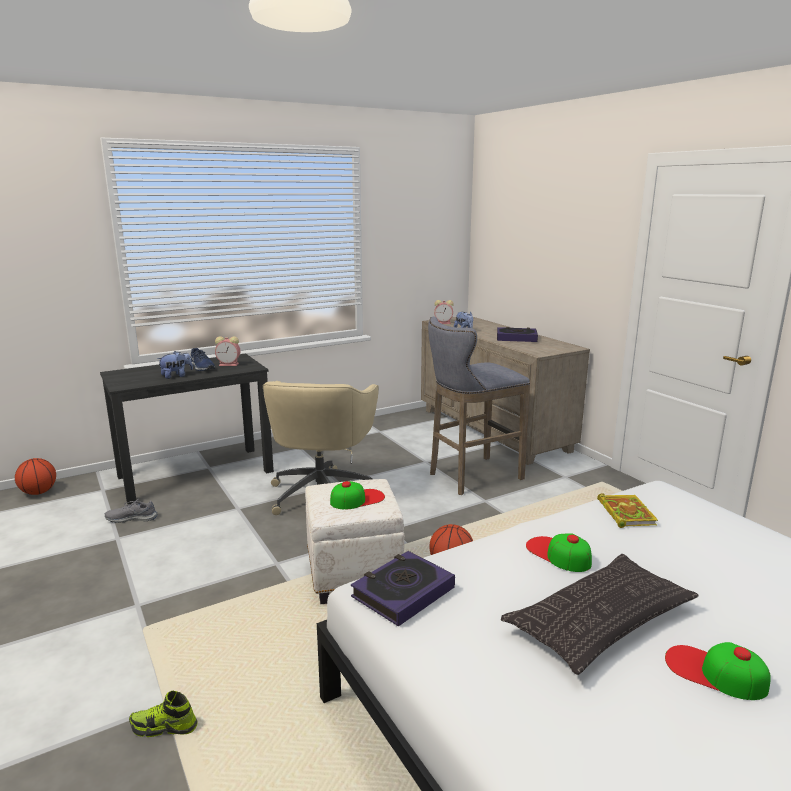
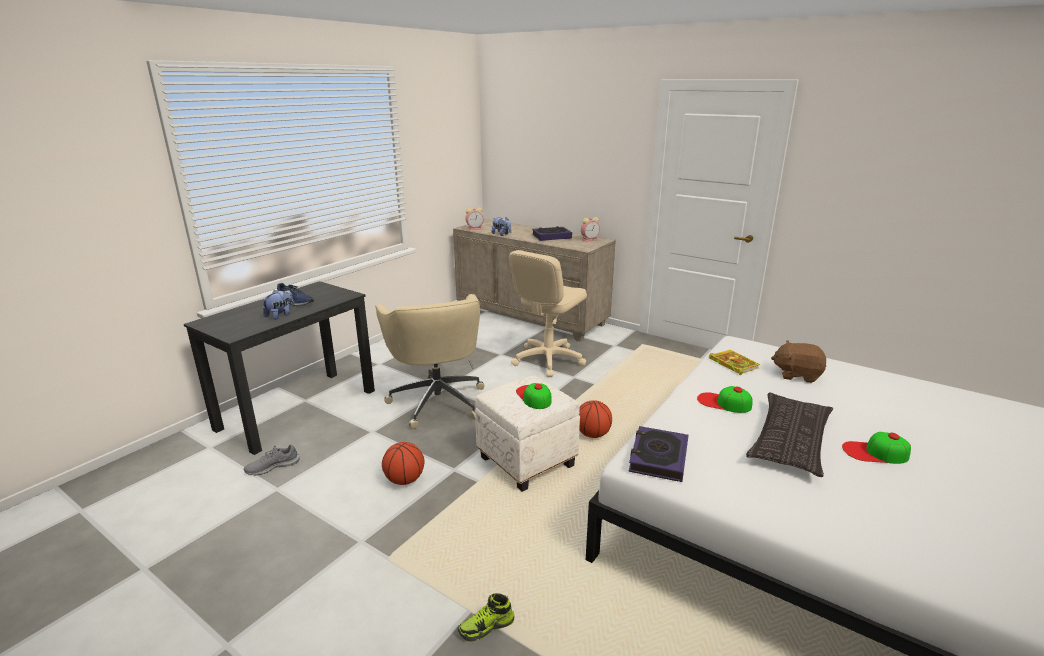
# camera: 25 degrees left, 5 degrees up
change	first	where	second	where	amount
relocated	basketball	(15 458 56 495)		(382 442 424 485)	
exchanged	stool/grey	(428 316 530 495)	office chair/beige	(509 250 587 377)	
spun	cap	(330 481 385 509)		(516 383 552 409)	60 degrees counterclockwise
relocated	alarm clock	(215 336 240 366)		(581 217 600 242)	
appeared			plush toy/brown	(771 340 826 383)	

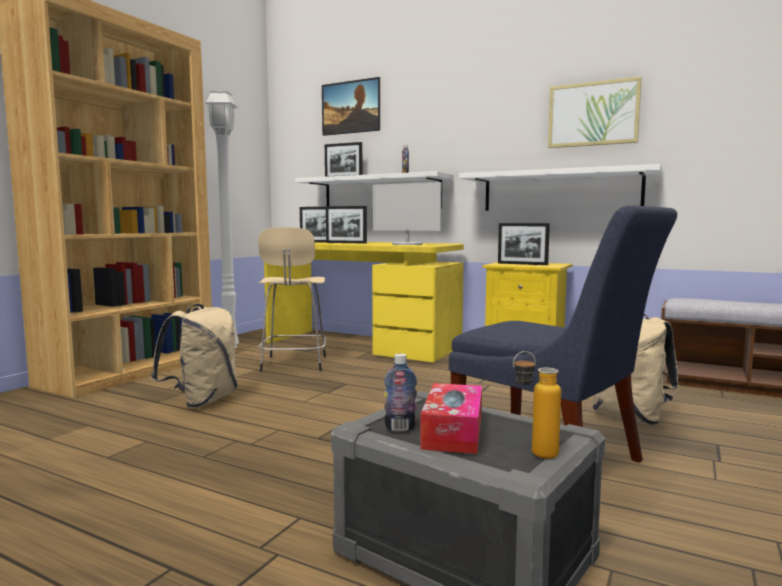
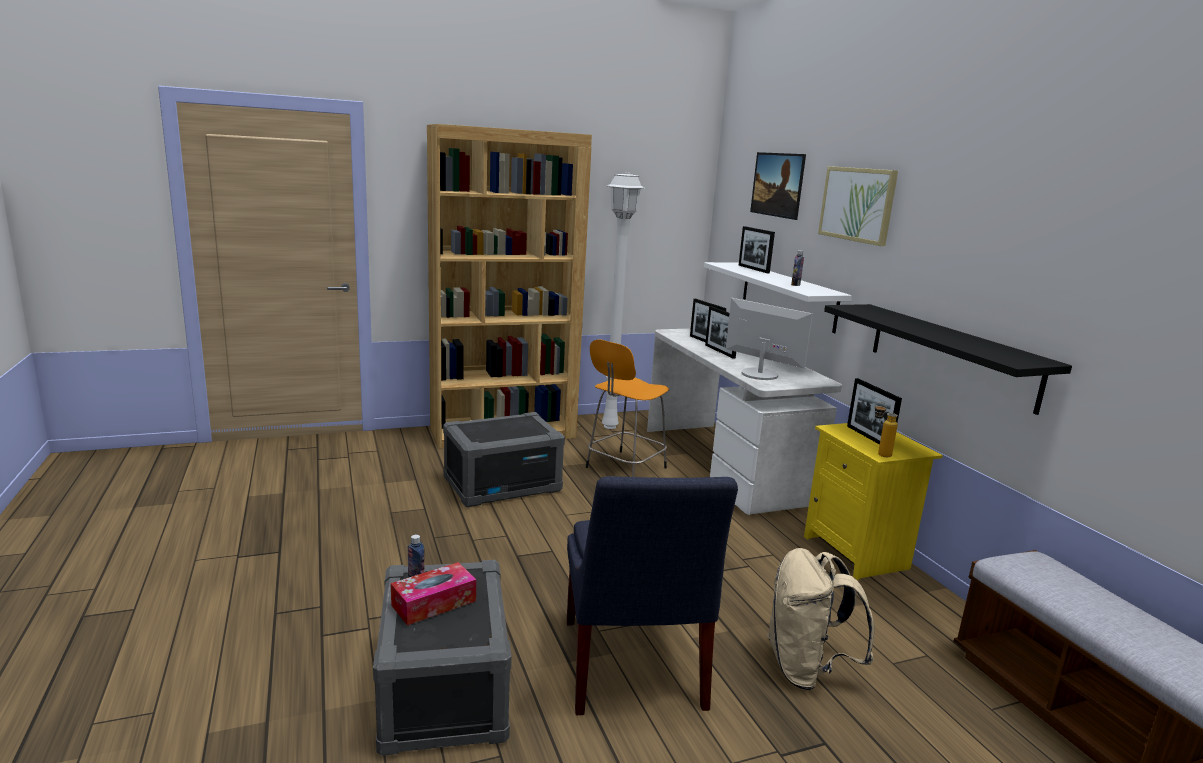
# camera: 40 degrees right, 10 degrees up
change	first	where	second	where	amount
exchanged	backpack/beige	(151 304 237 408)	storage box/grey	(443 412 565 507)	
colour	stool/beige	(258 227 326 372)	stool/orange	(586 339 669 477)	
colour	desk/yellow	(264 242 464 362)	desk/white	(647 328 842 515)	
spun	monitor	(373 182 441 245)		(726 298 813 380)	150 degrees clockwise
relocated	picture	(548 76 642 148)		(818 166 898 246)	
colour	shelf/white	(459 164 663 211)	shelf/black	(824 304 1072 415)	
relocated	bottle	(513 351 561 459)		(875 402 898 457)	

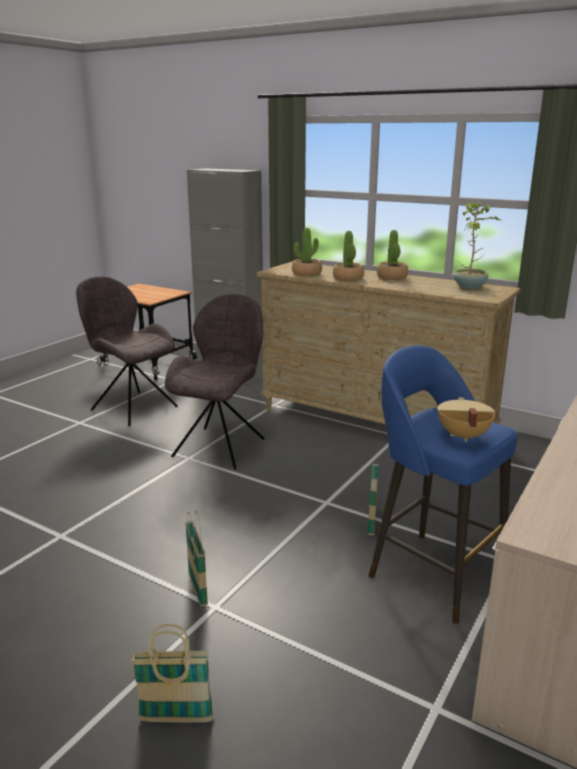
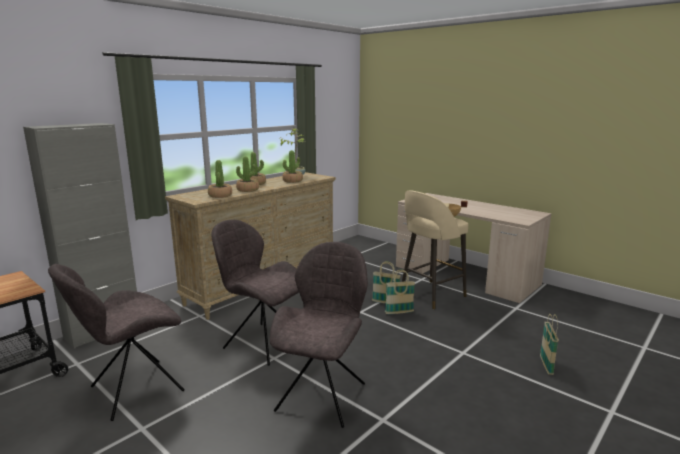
# camera: 80 degrees left, 5 degrees down
change	first	where	second	where	amount
appeared			chair/grey	(270 242 368 428)	
appeared			potted plant	(282 150 303 183)	
relocated	basket	(185 510 208 607)		(385 270 415 314)	
colour	stool/blue	(369 345 517 624)	stool/beige	(402 191 468 309)	

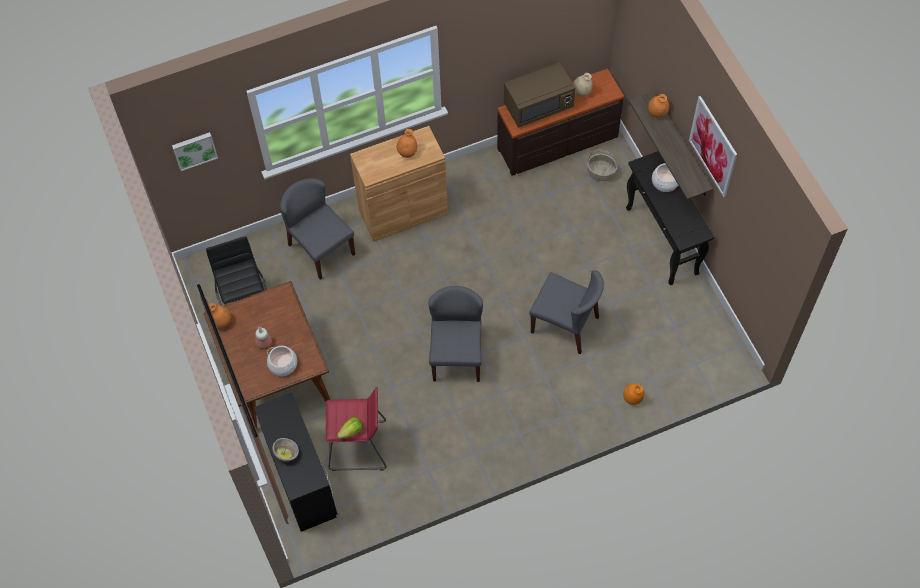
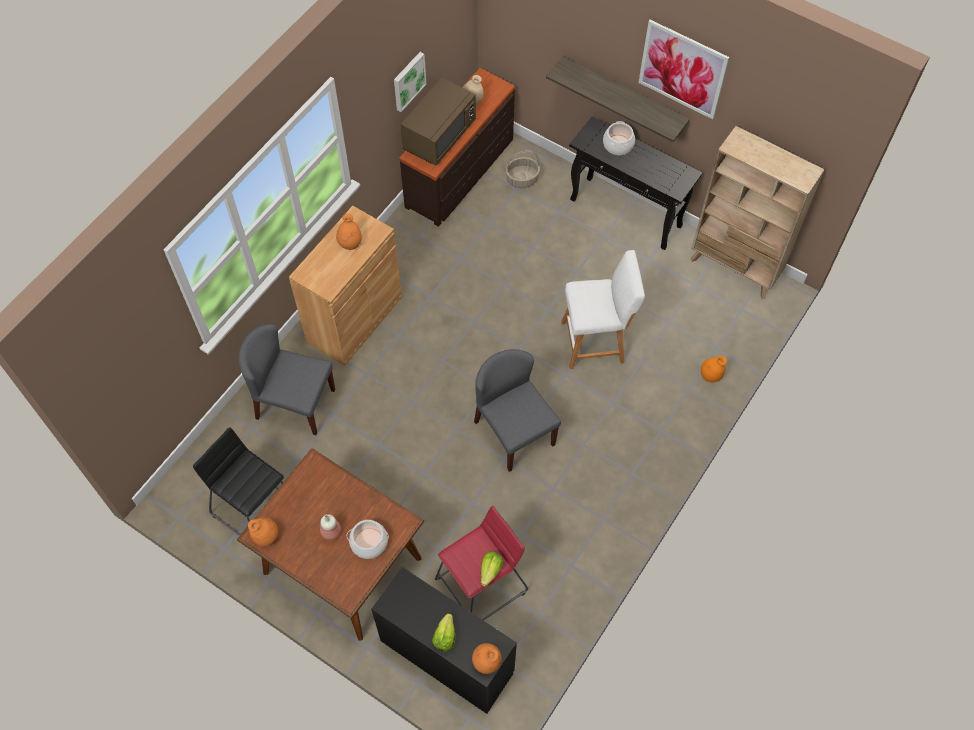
# camera: 35 degrees left, 0 degrees up
change	first	where	second	where	amount
relocated	picture	(172 132 218 171)		(394 52 426 112)	
exchanged	bowl	(272 438 299 462)	lettuce	(432 613 455 652)	
relocated	vase/orange	(648 94 669 118)		(472 643 502 674)	
exchanged	chair/grey	(529 270 604 354)	stool/white	(561 250 645 369)	
appeared			bookcase/beige	(691 126 825 299)	

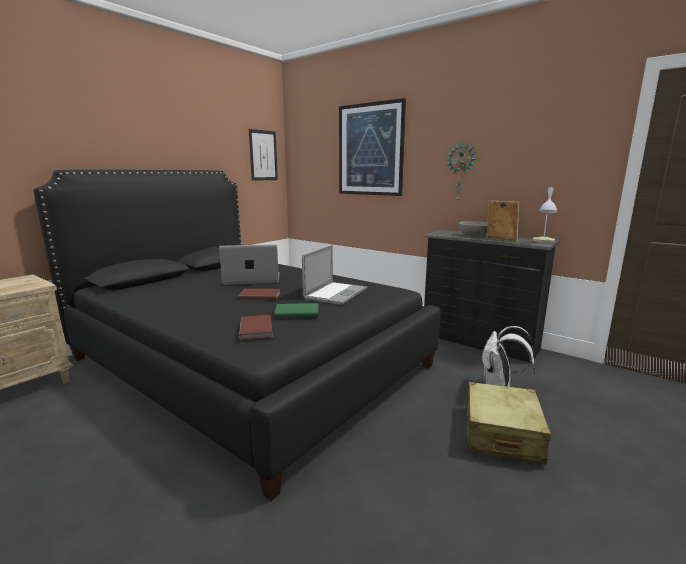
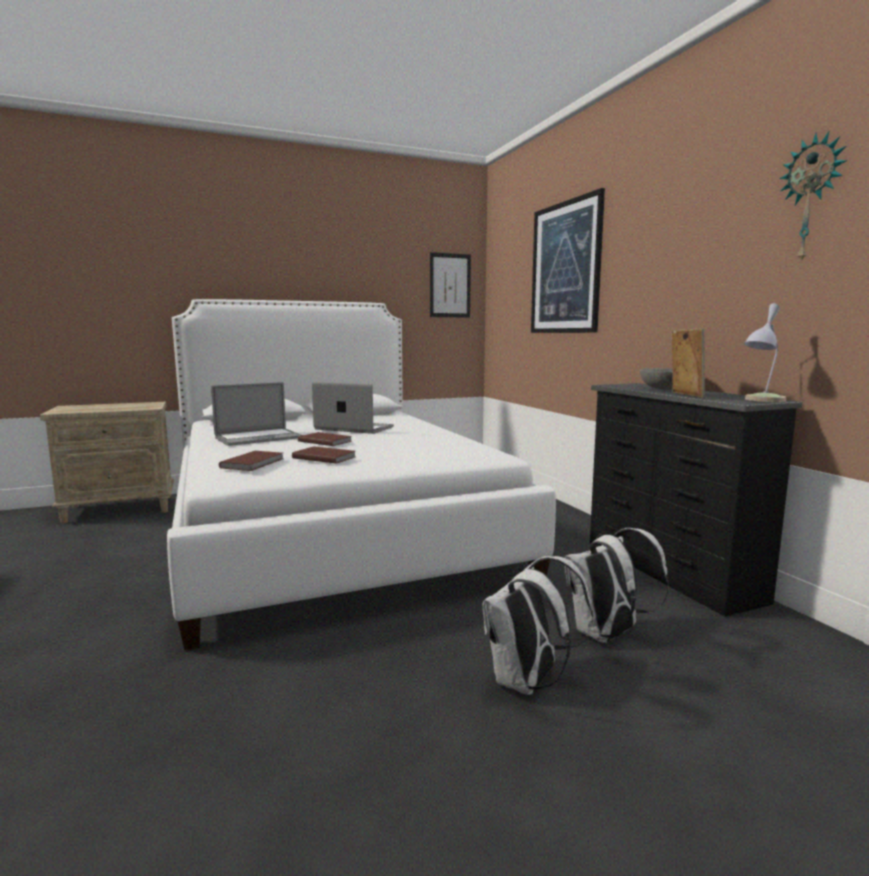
# camera: 30 degrees right, 5 degrees down
change	first	where	second	where	amount
colour	bed/black	(33 170 440 501)	bed/white	(167 299 556 650)	
relocated	laptop	(302 245 367 305)		(211 382 302 446)	
colour	book/green	(274 303 318 318)	book/brown	(292 446 355 464)	
exchanged	suitcase/beige	(465 382 551 465)	backpack/white	(483 556 593 695)	
relocated	wall clock	(446 142 476 201)		(779 132 847 262)	

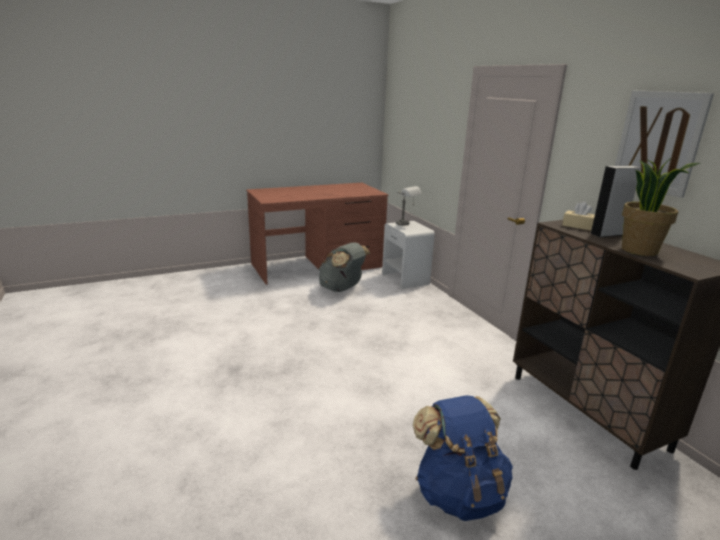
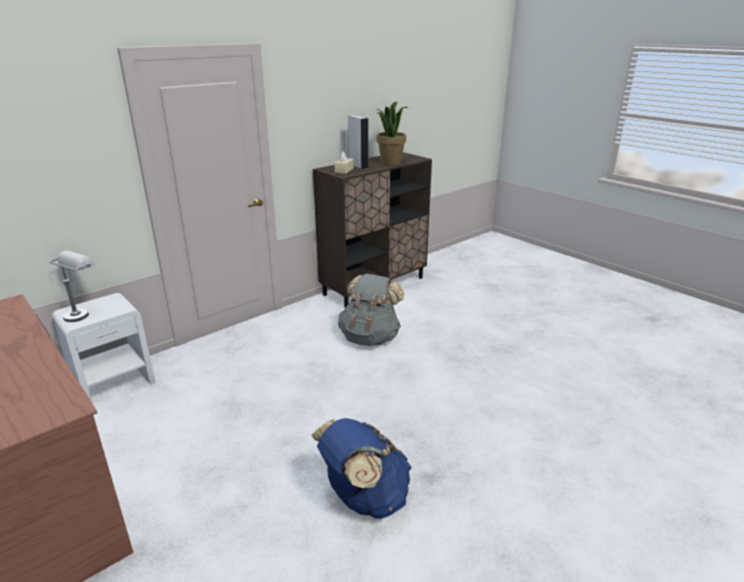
# camera: 105 degrees left, 5 degrees up
change	first	where	second	where	amount
relocated	backpack/blue	(413 395 513 521)		(311 418 412 519)	
relocated	backpack/grey	(319 242 370 292)		(338 274 404 346)	
missing	picture	(615 90 714 198)			

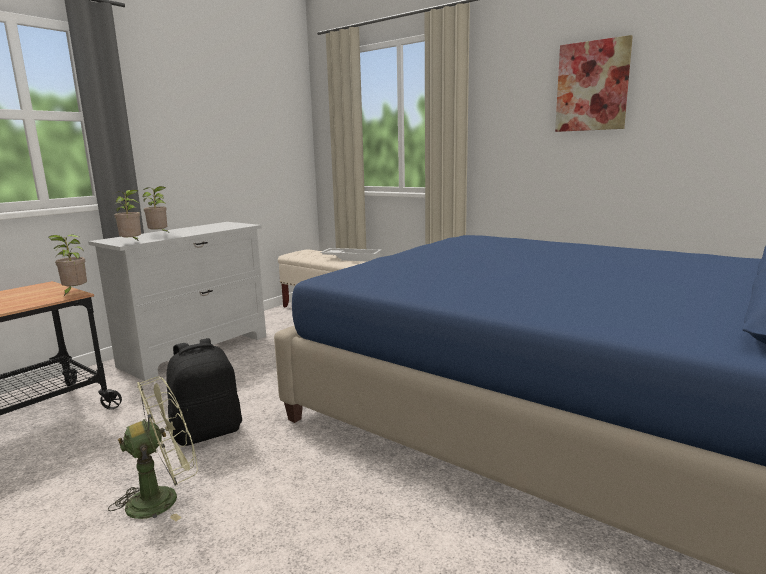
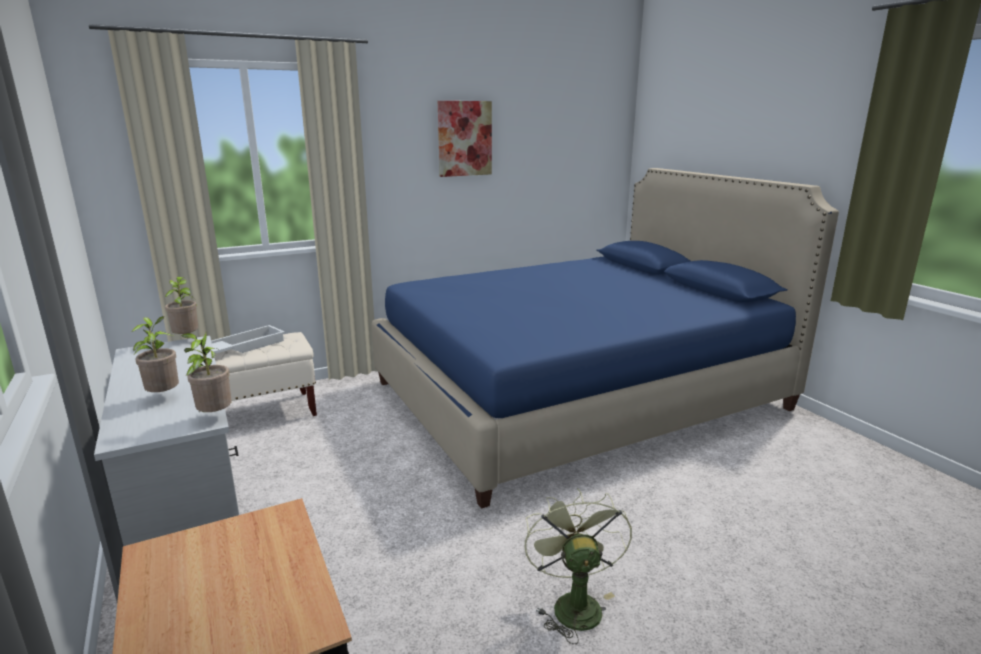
# camera: 65 degrees left, 5 degrees up
change	first	where	second	where	amount
relocated	potted plant	(48 234 87 296)		(165 277 199 339)	
missing	backpack/black	(166 338 242 446)			

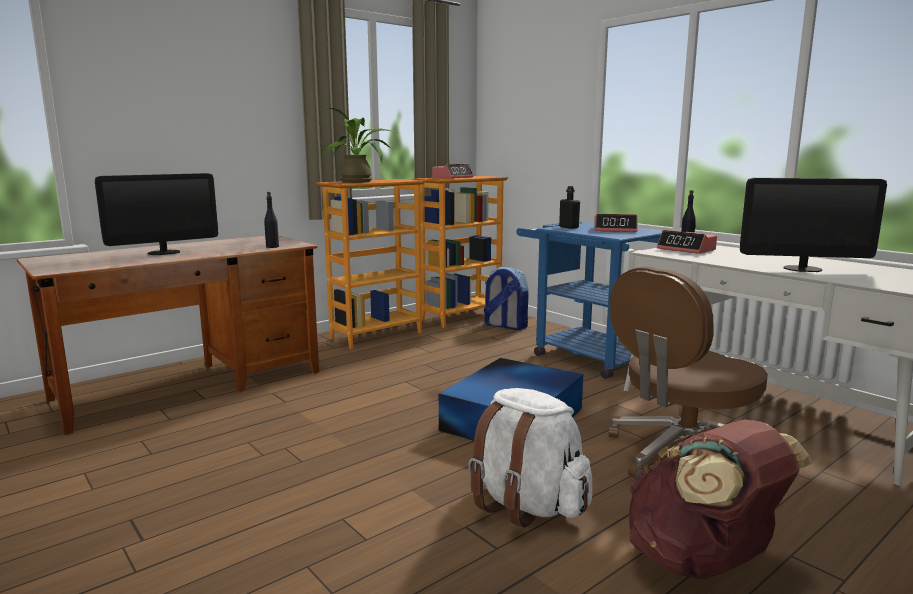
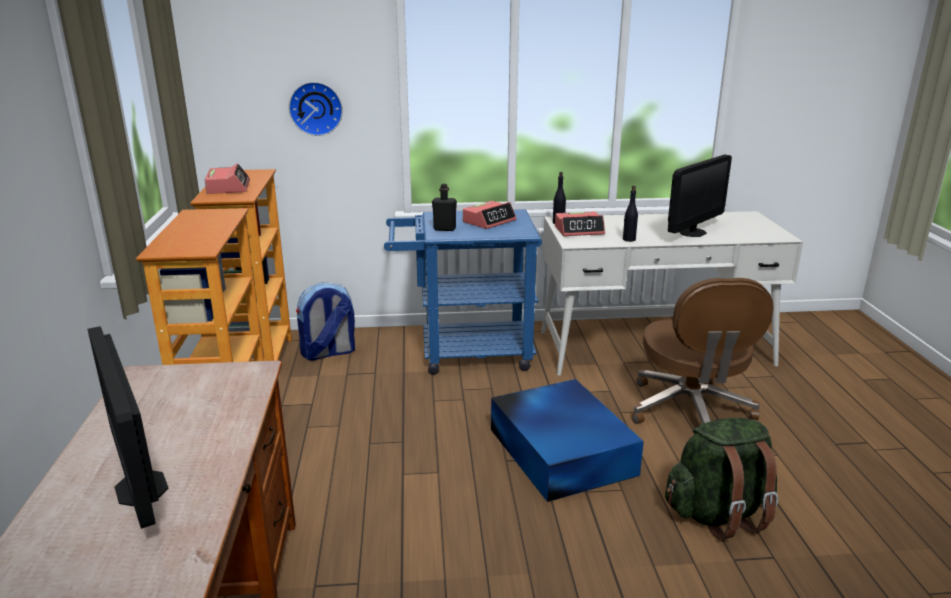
# camera: 55 degrees left, 10 degrees up
change	first	where	second	where	amount
spun	monitor	(95 173 218 255)		(88 326 168 529)	150 degrees clockwise
appeared			wall clock	(289 82 343 136)	
relocated	bottle/black	(264 192 279 248)		(623 185 638 242)	
colour	backpack/white	(468 388 592 527)	backpack/green	(665 418 778 539)	
missing	potted plant	(321 108 398 183)			
missing	backpack/brown	(629 419 812 579)			

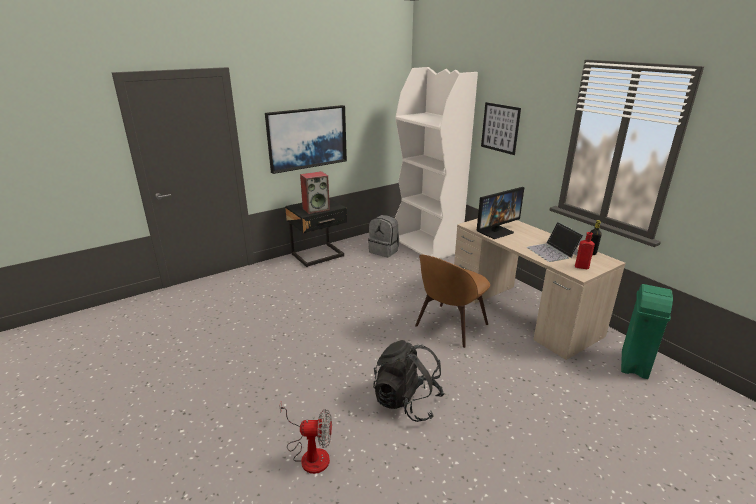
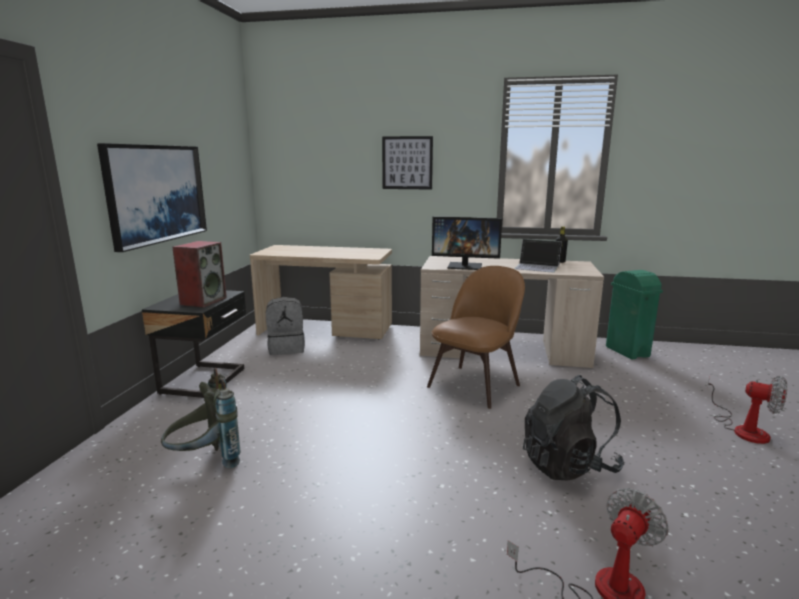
# camera: 45 degrees left, 10 degrees down
change	first	where	second	where	amount
appeared			backpack/grey	(161 368 240 468)	
exchanged	bookcase/white	(395 67 478 259)	desk/beige	(250 245 392 339)	
spun	chair/brown	(415 254 490 348)		(427 266 525 409)	135 degrees counterclockwise
spun	monitor	(477 187 525 239)		(432 217 502 270)	90 degrees clockwise
appeared			fan	(707 376 788 444)	
missing	bottle/red	(575 232 595 269)			

